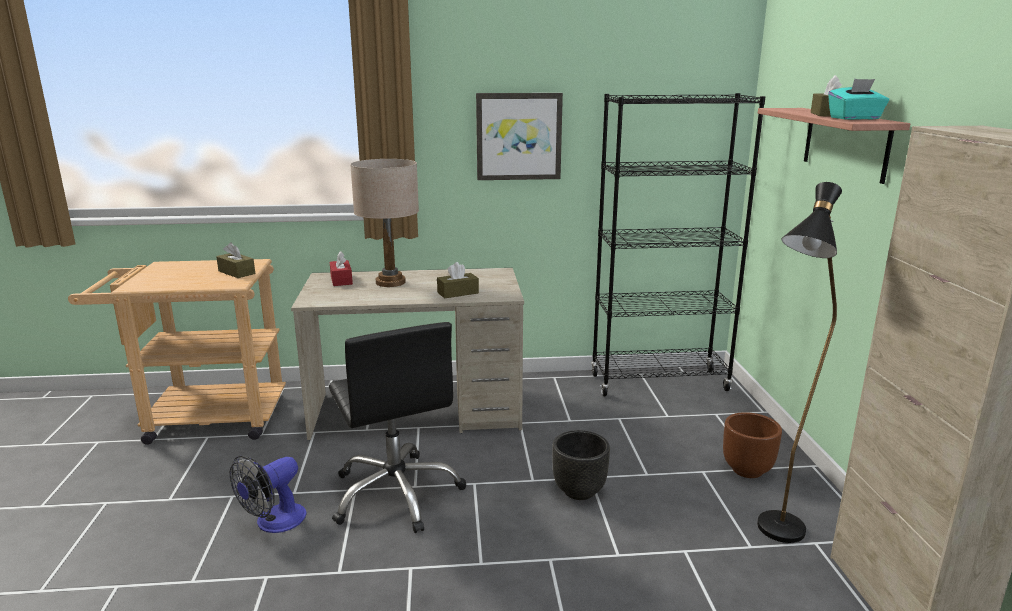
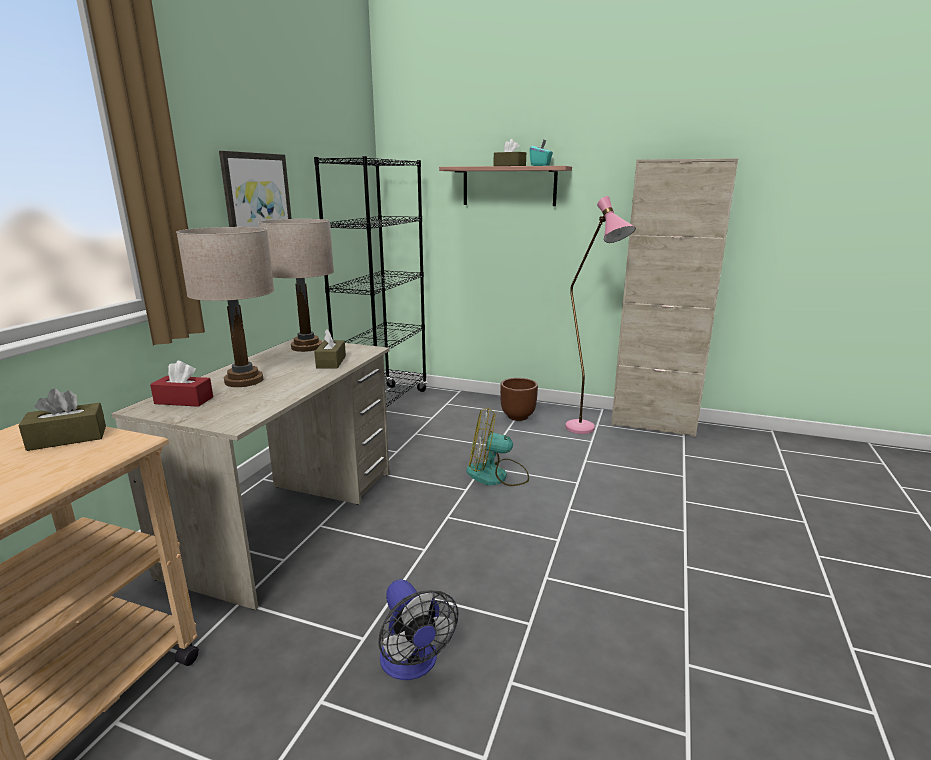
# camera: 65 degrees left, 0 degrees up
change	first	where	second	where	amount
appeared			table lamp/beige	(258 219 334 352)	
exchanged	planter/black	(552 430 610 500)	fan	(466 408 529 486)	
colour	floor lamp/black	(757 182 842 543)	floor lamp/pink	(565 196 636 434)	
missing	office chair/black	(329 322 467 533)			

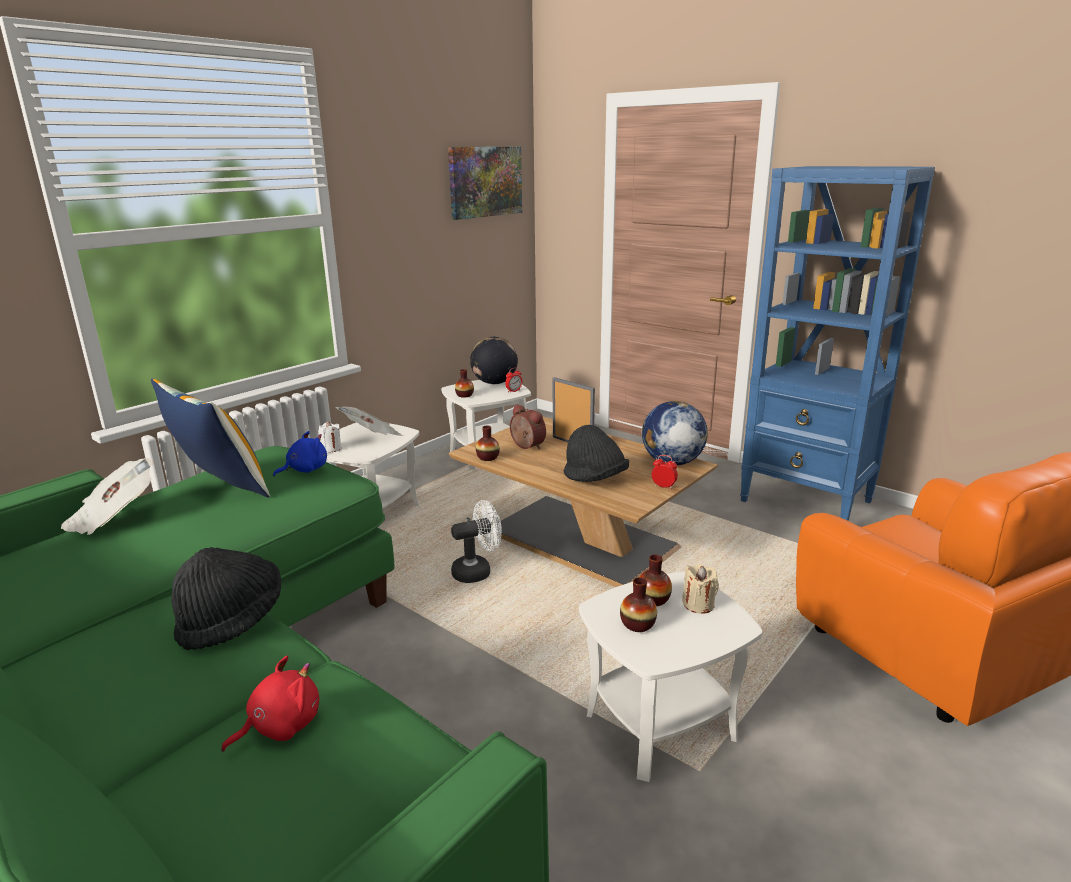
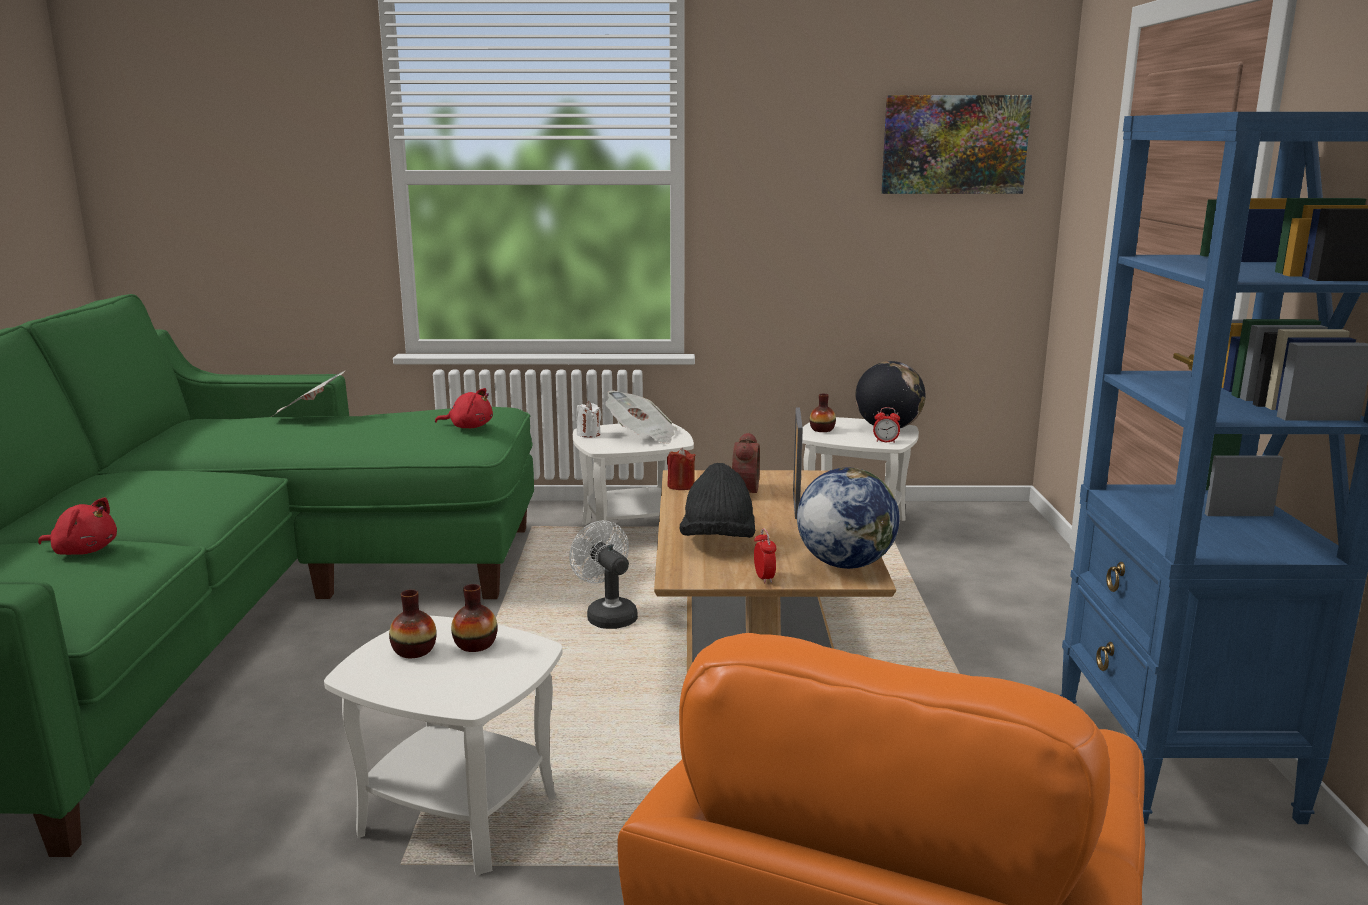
# camera: 50 degrees right, 5 degrees down
change	first	where	second	where	amount
colour	plush toy/blue	(273 431 327 477)	plush toy/red	(435 388 493 428)	
spun	fan/white	(451 500 502 583)		(569 521 638 629)	150 degrees counterclockwise
exchanged	vase	(476 426 500 461)	candle/red	(667 448 695 490)	
missing	pillow	(151 379 270 497)			
missing	hat/black	(171 547 281 650)			
missing	candle/beige	(682 564 719 614)			

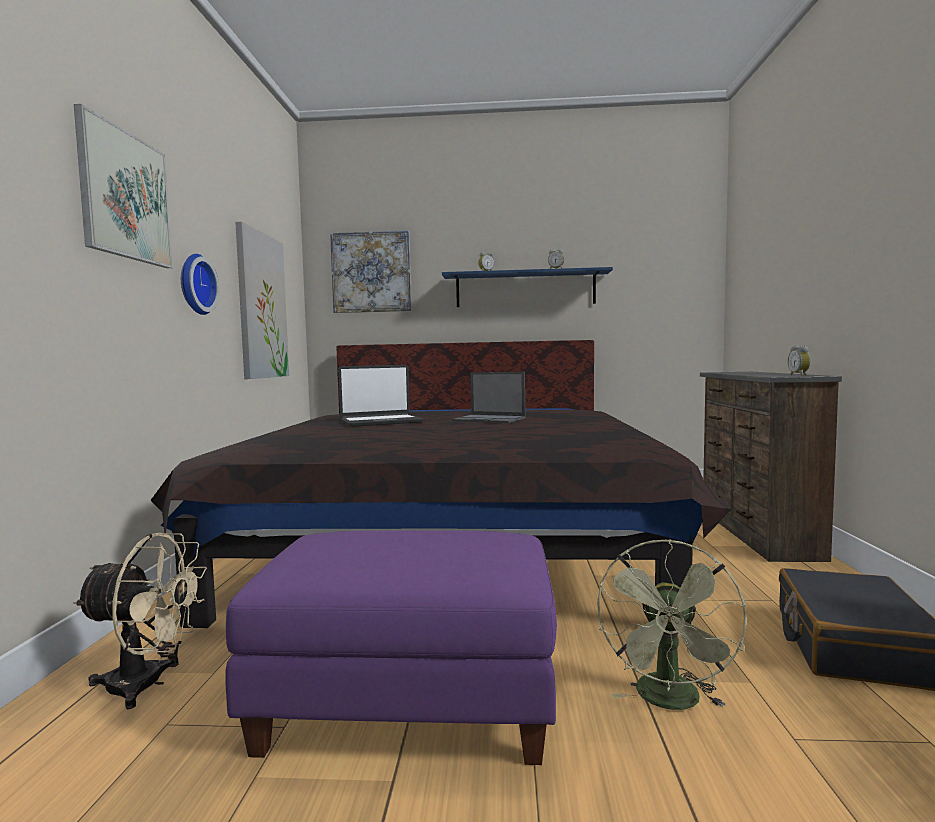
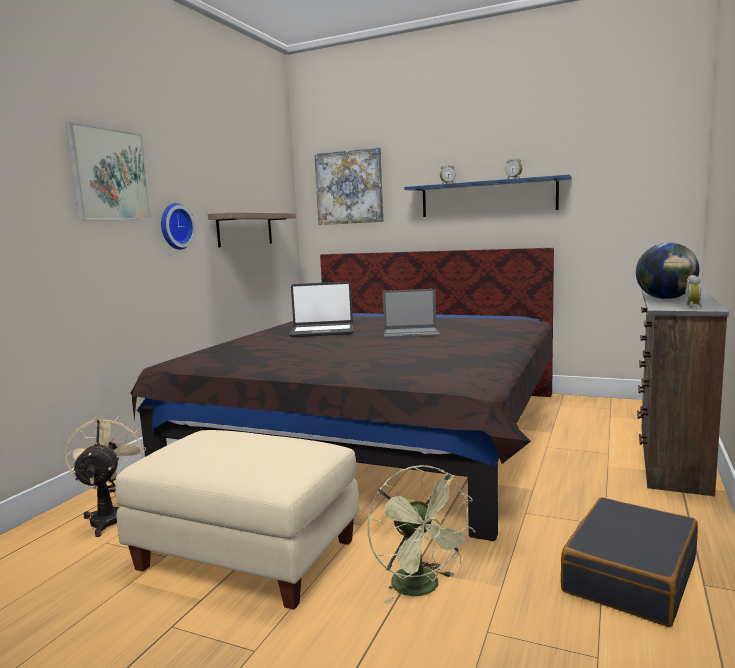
# camera: 20 degrees right, 5 degrees up
change	first	where	second	where	amount
spun	fan/beige	(73 533 207 709)		(65 417 146 537)	120 degrees counterclockwise
colour	ottoman/purple	(225 530 557 765)	ottoman/beige	(115 430 359 610)	
exchanged	picture	(235 222 289 379)	shelf	(208 212 296 247)	
spun	fan/green	(597 539 747 710)		(367 465 475 605)	60 degrees counterclockwise
spun	laptop	(452 372 526 423)		(383 289 440 338)	45 degrees counterclockwise
appeared			globe	(636 243 699 299)	

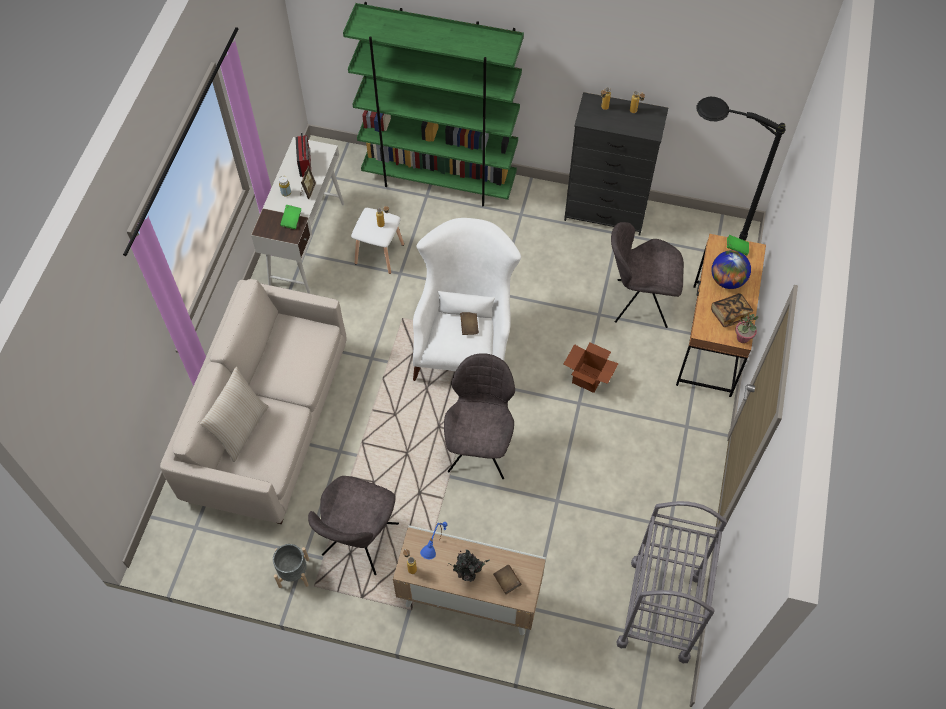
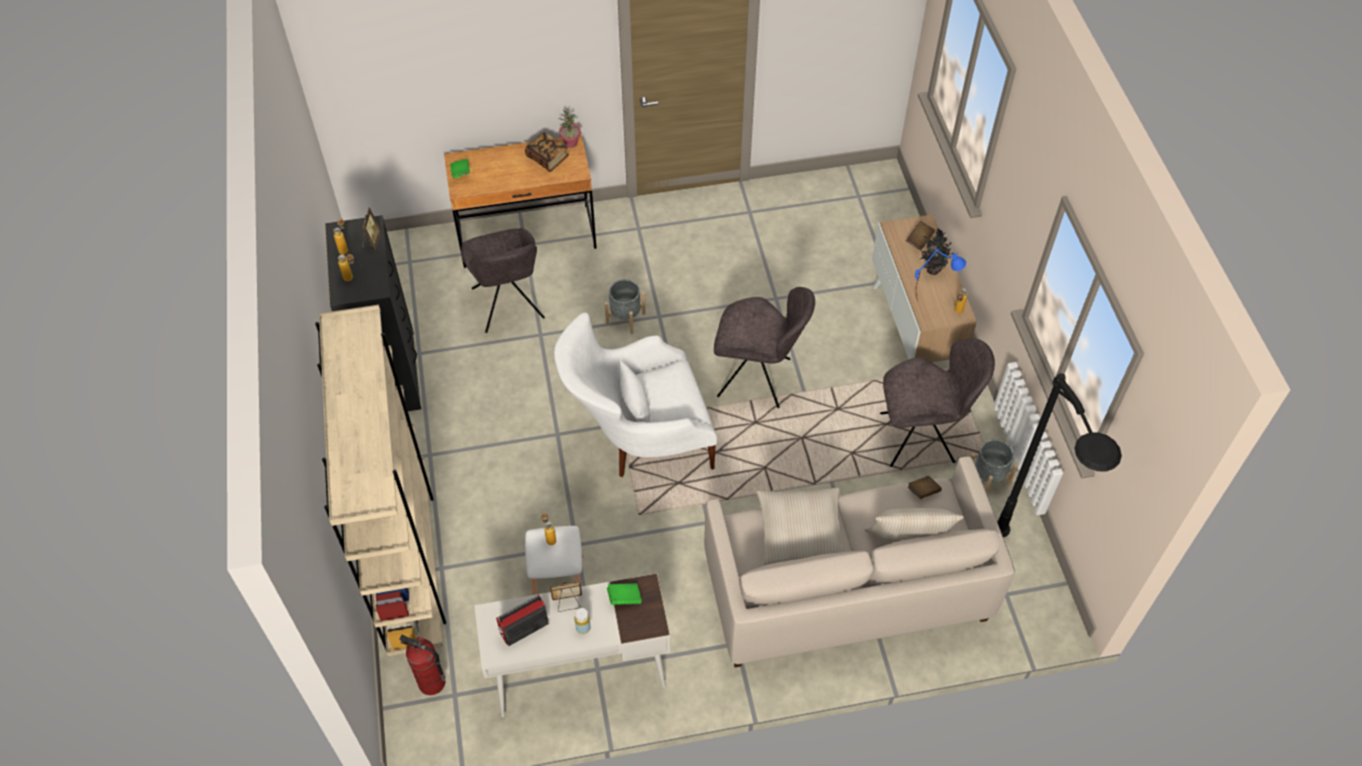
# camera: 115 degrees left, 5 degrees down
change	first	where	second	where	amount
colour	bookcase/green	(343 2 524 206)	bookcase/beige	(315 305 446 656)	
appeared			picture frame	(362 208 381 251)	
appeared			fire extinguisher	(399 635 445 695)	
exchanged	cardboard box	(564 343 619 393)	planter/grey	(605 279 646 334)	
spun	chair/grey	(444 353 515 479)		(714 287 815 408)	150 degrees counterclockwise
appeared			pillow/beige	(756 488 845 565)	
relocated	book/brown	(460 312 479 335)		(908 476 942 499)	
relocated	floor lamp/black	(696 97 786 241)		(997 373 1122 537)	
missing	cart/grey	(616 501 727 663)			
missing	globe	(711 250 751 289)			

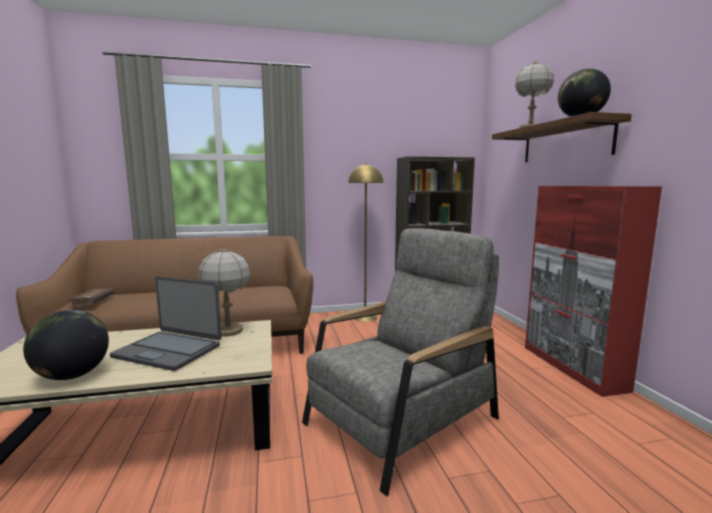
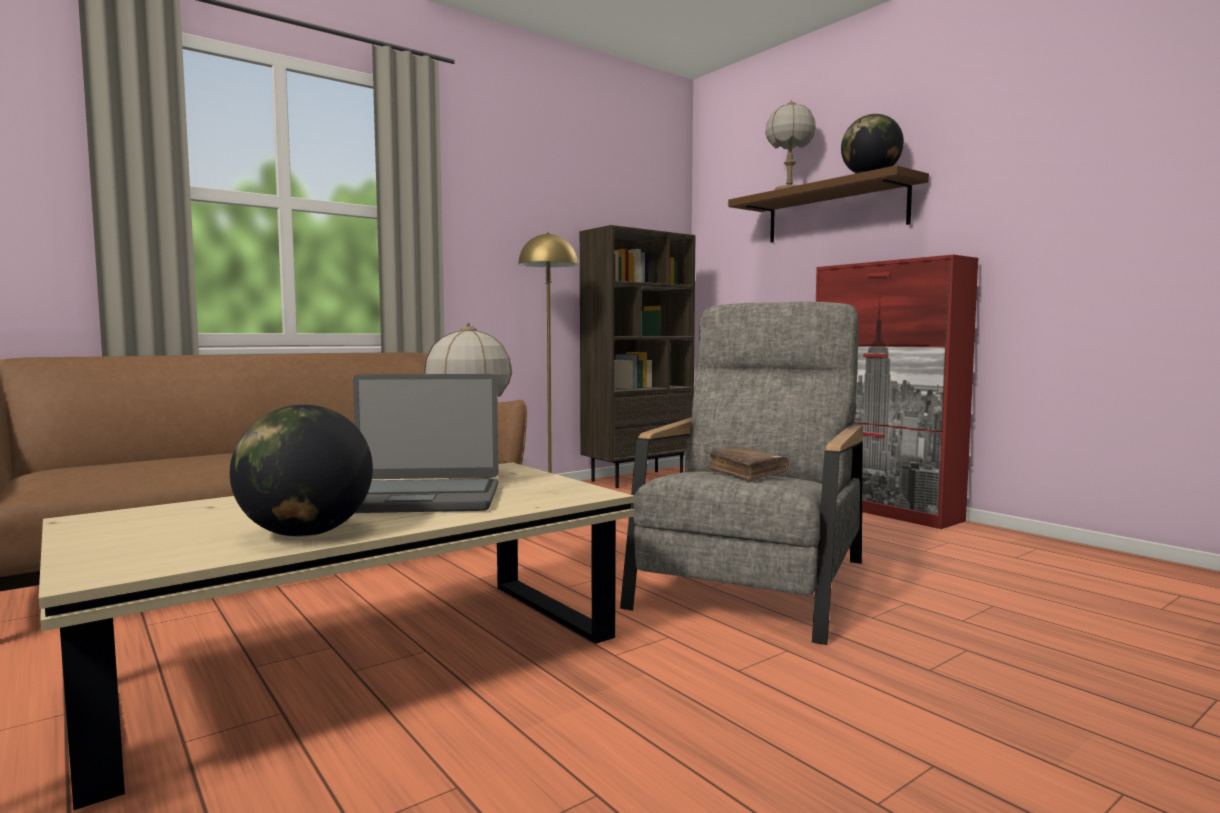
# camera: 25 degrees left, 5 degrees down
change	first	where	second	where	amount
relocated	book/brown	(68 288 114 308)		(705 447 789 482)	

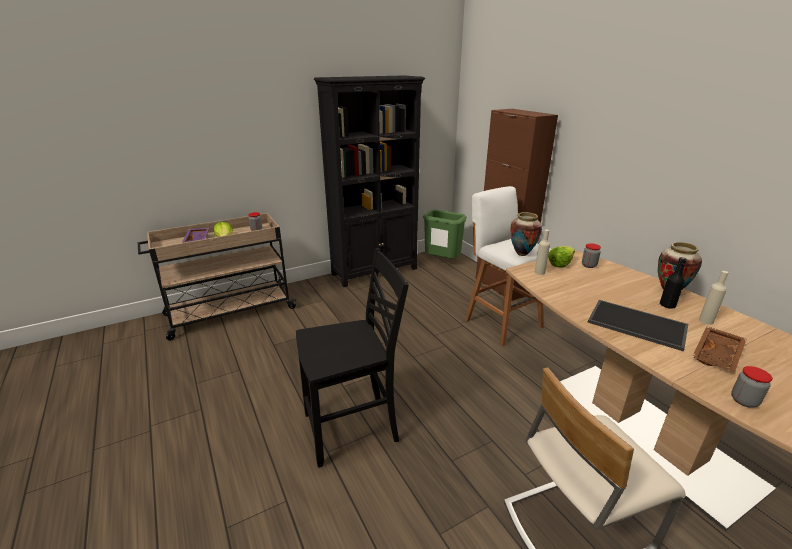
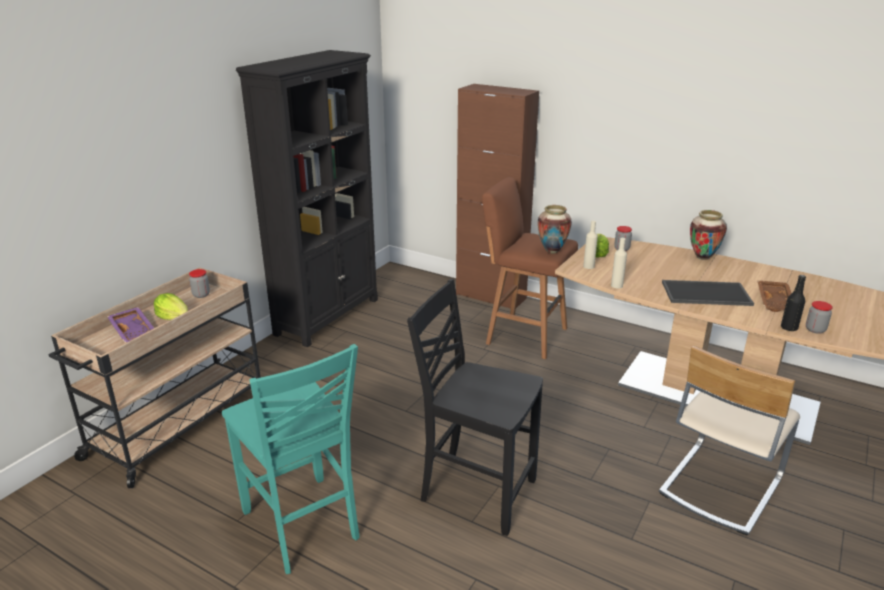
# camera: 30 degrees left, 0 degrees up
change	first	where	second	where	amount
appeared			chair/turquoise	(222 344 360 574)	
spun	chair/black	(296 248 409 468)		(407 279 543 536)	105 degrees counterclockwise
colour	stool/white	(465 186 551 346)	stool/brown	(482 177 578 359)	
relocated	bottle/beige	(699 271 729 325)		(611 238 627 289)	
relocated	bottle/black	(660 257 687 309)		(781 275 806 331)	
missing	trash can/green	(423 210 467 259)			

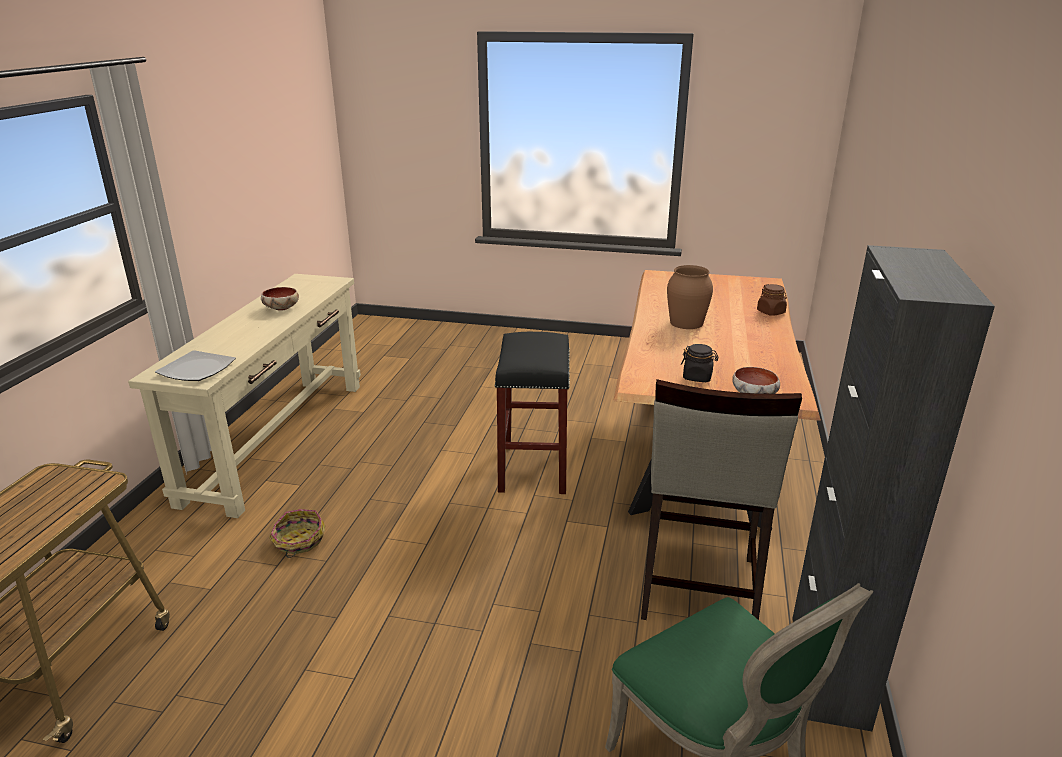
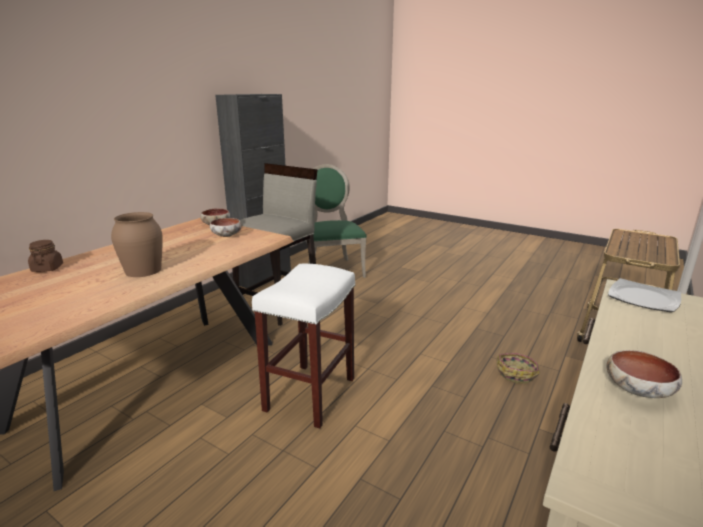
# camera: 160 degrees left, 5 degrees down
change	first	where	second	where	amount
exchanged	jar/black	(681 344 719 382)	bowl	(210 218 242 237)	
colour	stool/black	(494 332 570 494)	stool/white	(252 264 355 428)	

